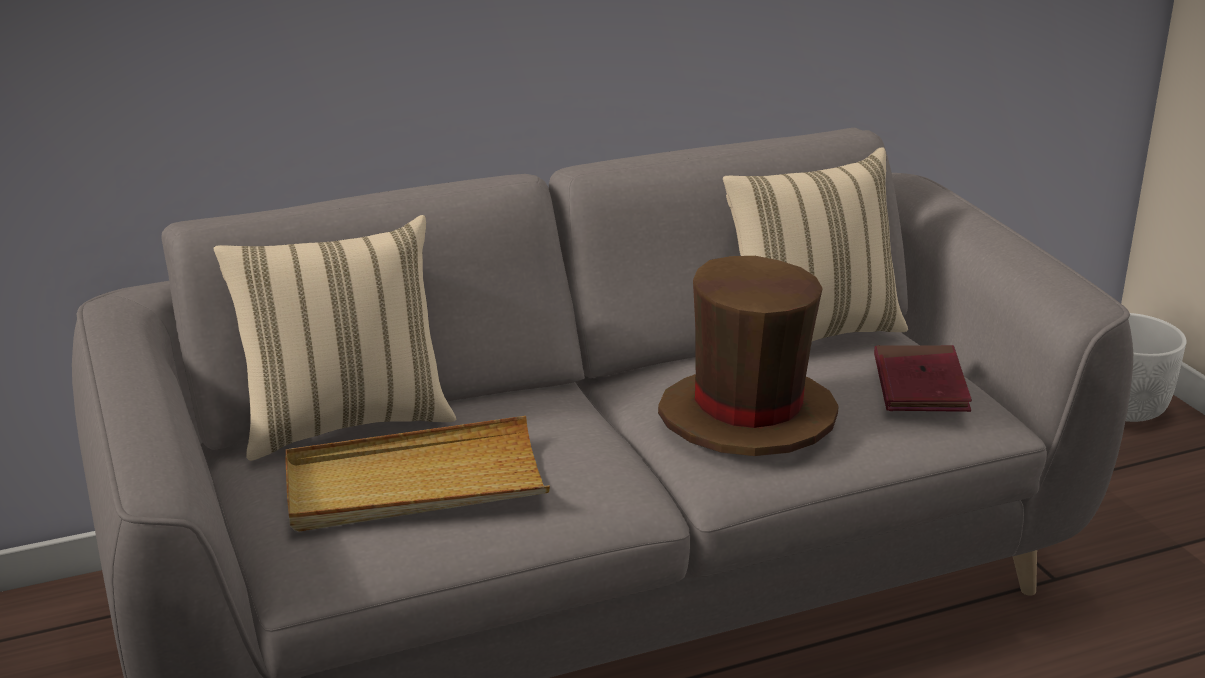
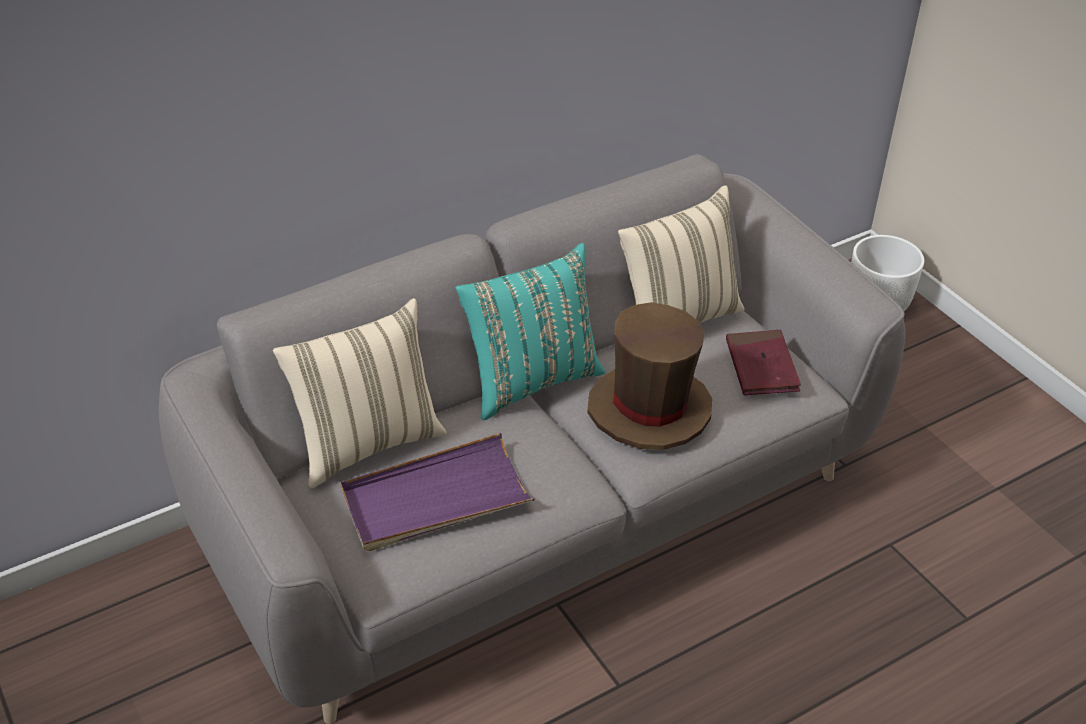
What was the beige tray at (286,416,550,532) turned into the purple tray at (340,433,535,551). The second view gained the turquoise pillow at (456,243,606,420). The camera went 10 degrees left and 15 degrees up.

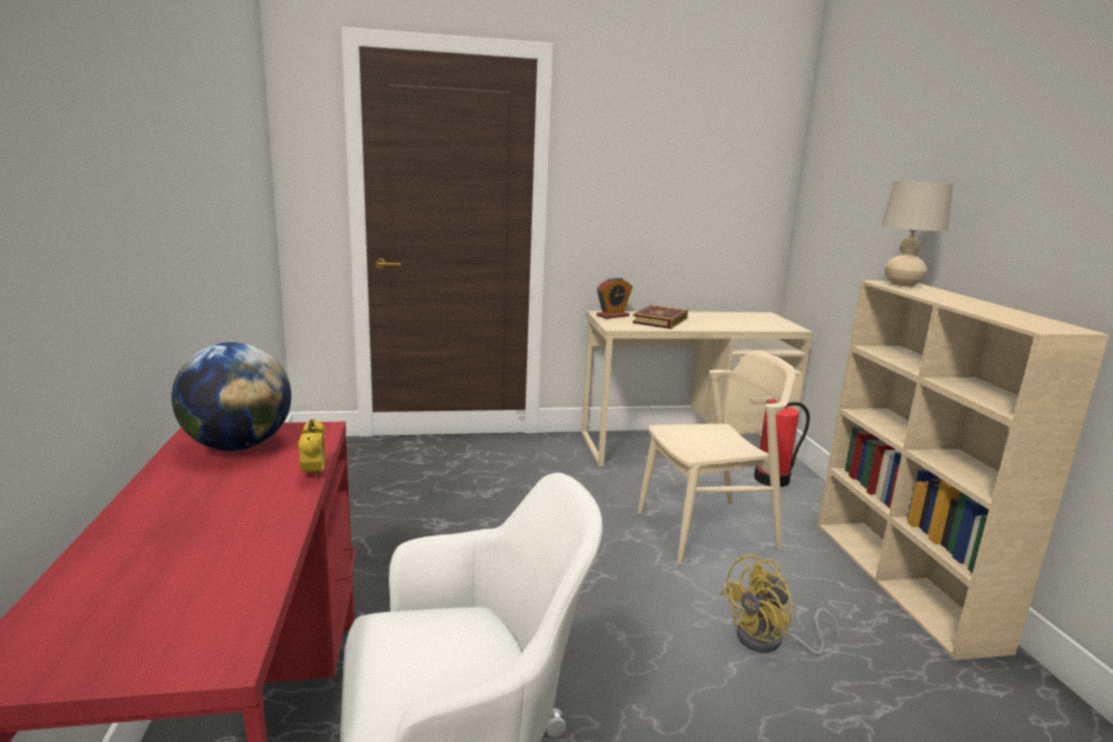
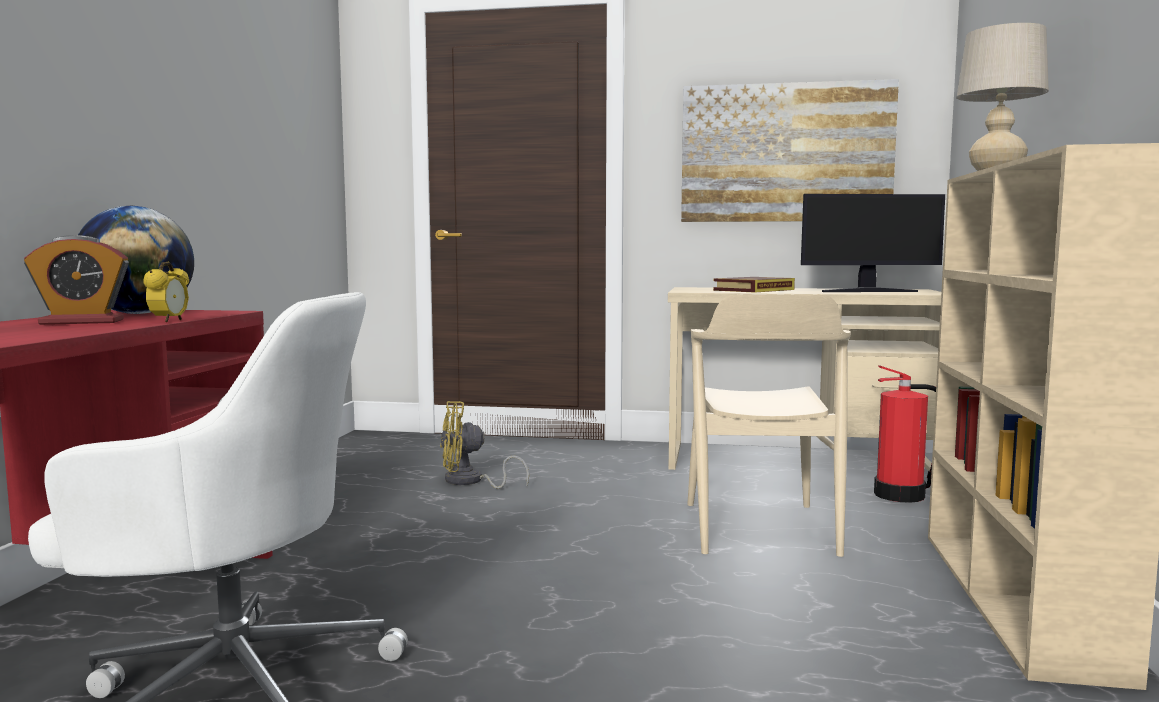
The alarm clock ended up elsewhere, having gone from (596,277,633,319) to (24,235,129,325). The yellow fan ended up elsewhere, having gone from (720,554,839,655) to (440,401,529,489). The second view gained the picture at (681,79,899,222). The beige chair at (638,350,795,564) ended up facing another way, 90 degrees clockwise from before. The second view gained the monitor at (801,194,945,292). The camera went 20 degrees right and 10 degrees down.

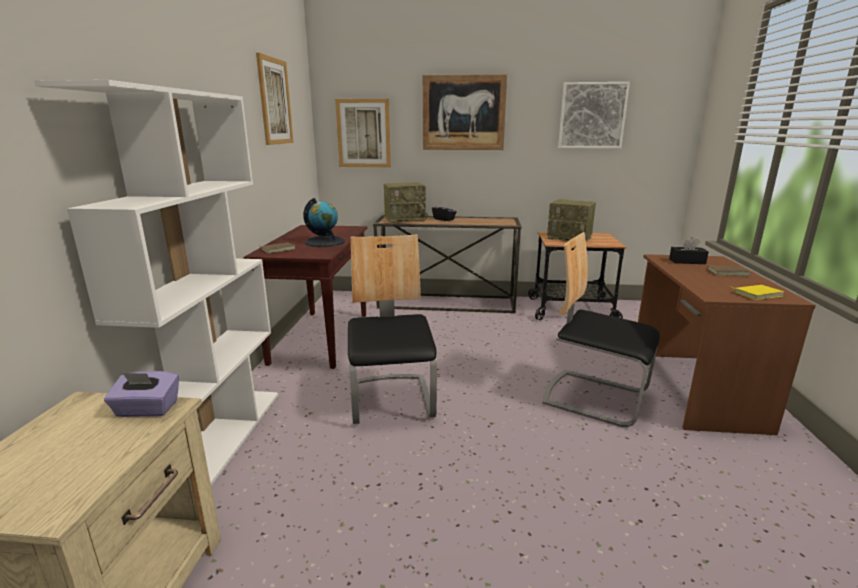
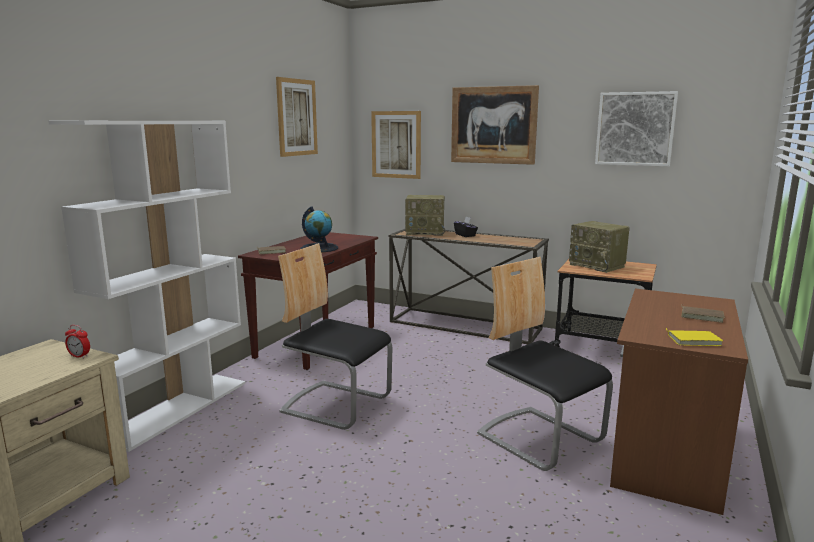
Where the purple tissue box stood at (104,371,179,417), the alarm clock came to stand at (65,325,90,358). The chair at (348,234,437,424) ended up facing another way, 75 degrees counterclockwise from before. The second view lost the black tissue box at (669,237,709,264). The camera went 20 degrees right and 5 degrees down.

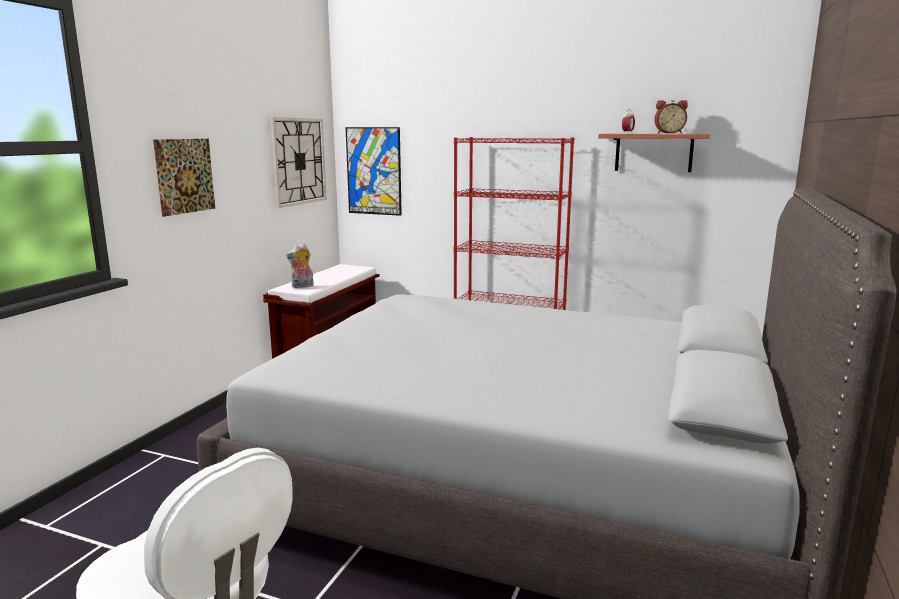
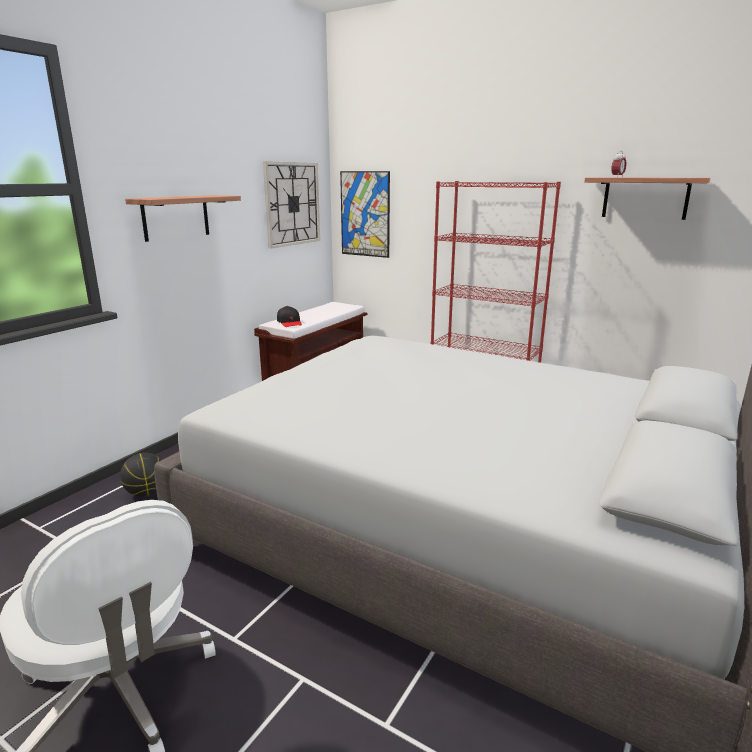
The second view gained the basketball at (120,453,162,497). Where the picture hung at (153,139,215,217), the shelf came to hang at (125,195,241,242). Where the plush toy stood at (286,244,314,288), the black cap came to stand at (277,306,302,327). The second view lost the alarm clock at (654,100,688,134). The camera went 10 degrees right and 5 degrees up.

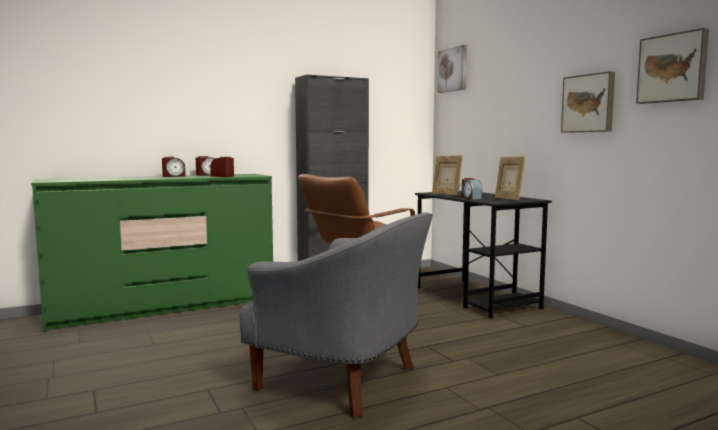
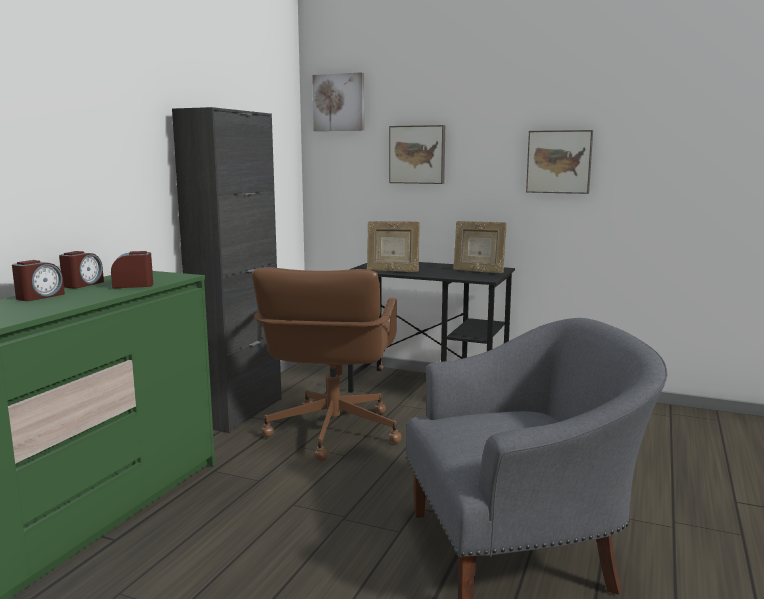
The picture ended up elsewhere, having gone from (636,28,709,104) to (389,125,445,184). The second view lost the alarm clock at (462,178,482,199). The camera went 40 degrees left and 5 degrees up.

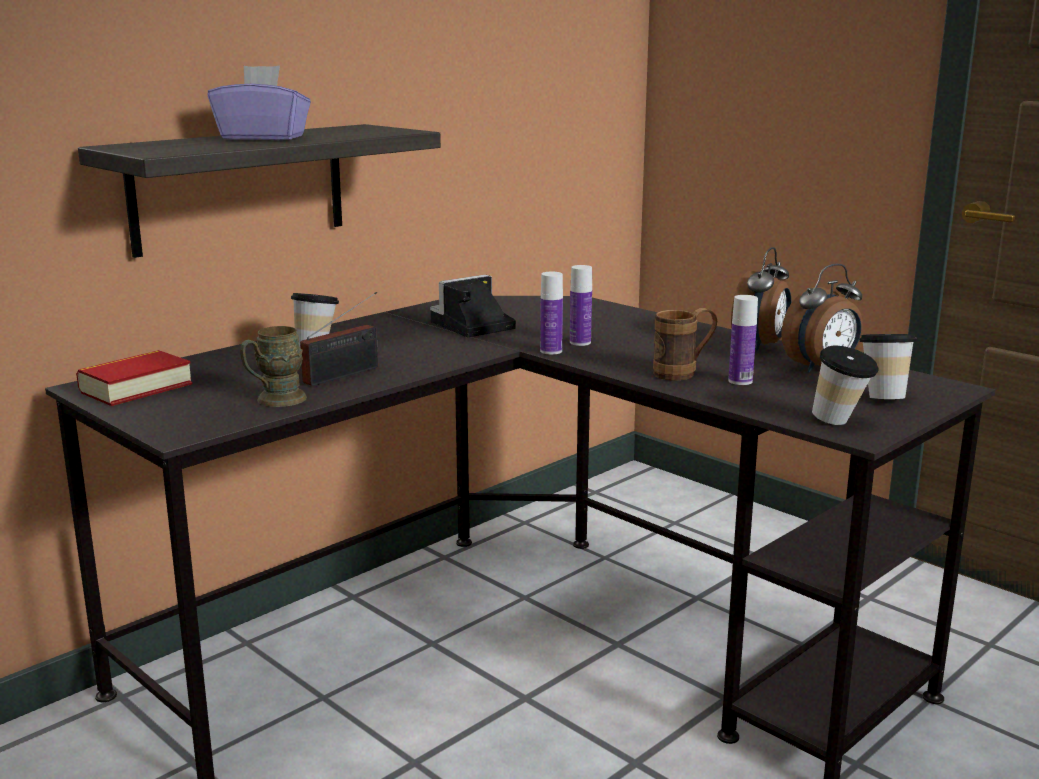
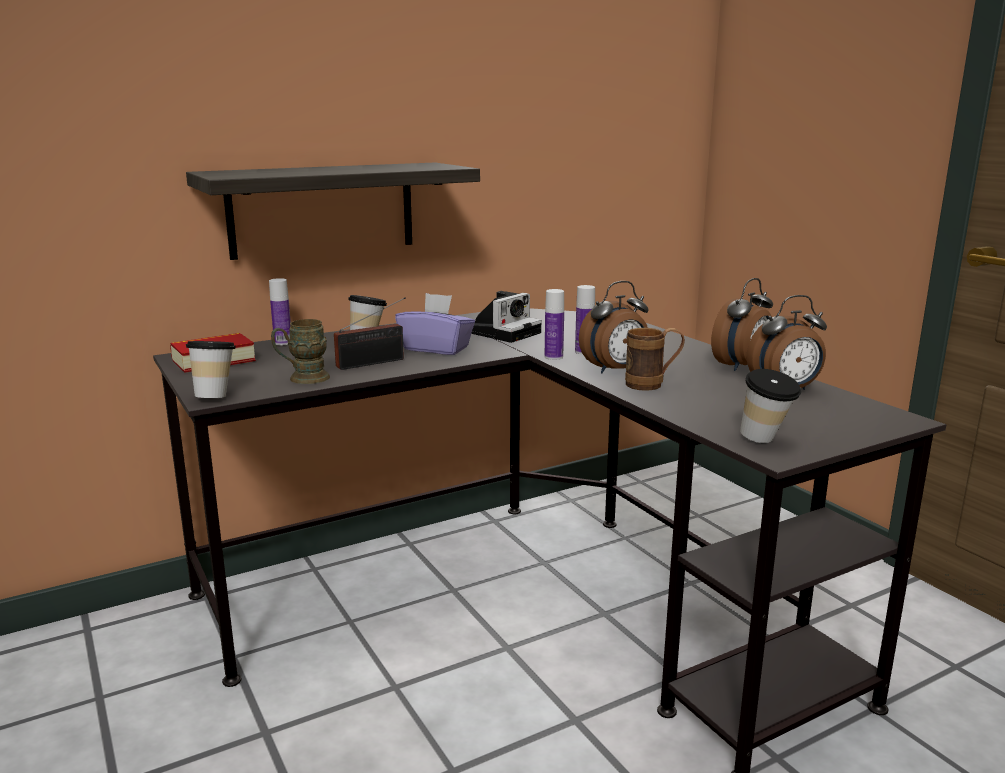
The cup ended up elsewhere, having gone from (859,334,917,399) to (186,341,236,398). The bottle ended up elsewhere, having gone from (728,295,758,385) to (269,278,291,345). The purple tissue box ended up elsewhere, having gone from (208,65,311,140) to (395,293,475,355). The photo camera at (430,275,516,338) ended up facing another way, 150 degrees clockwise from before. The second view gained the alarm clock at (579,281,648,373). The camera went 15 degrees right and 0 degrees up.

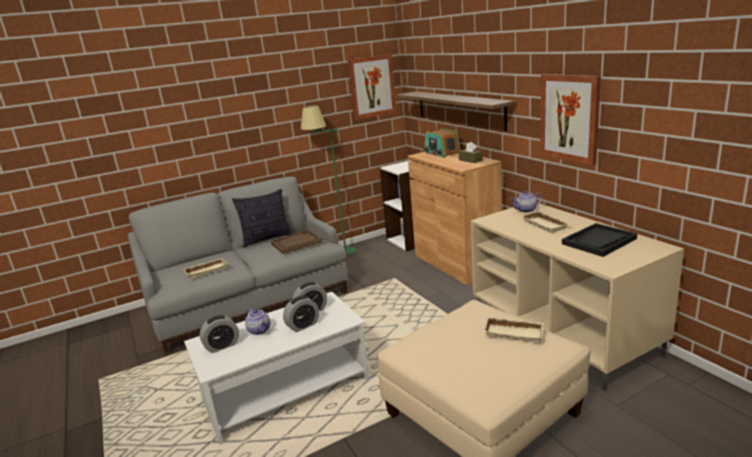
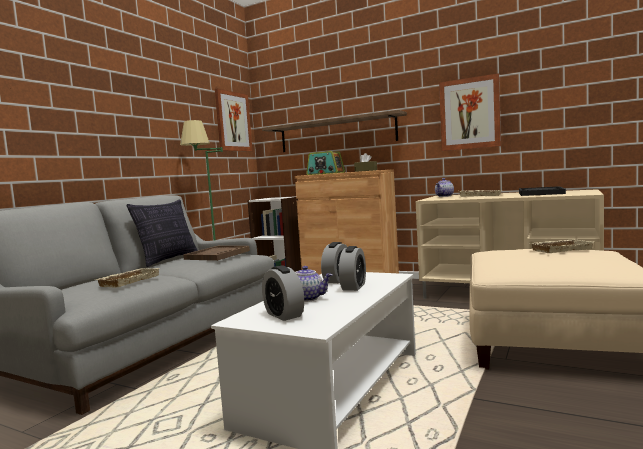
The alarm clock at (200,315,239,353) ended up facing another way, 120 degrees clockwise from before. The camera went 35 degrees left and 15 degrees down.

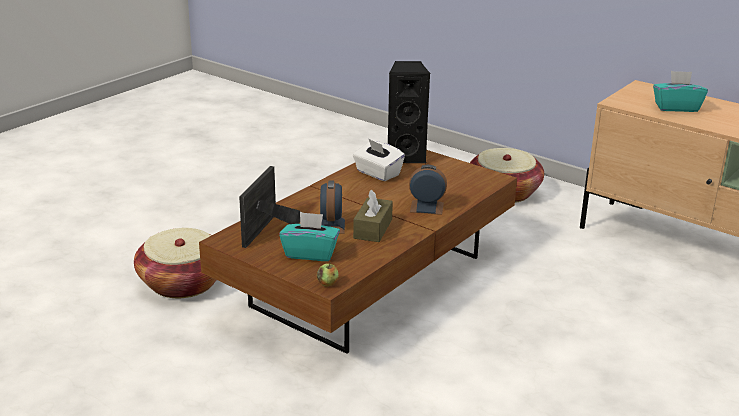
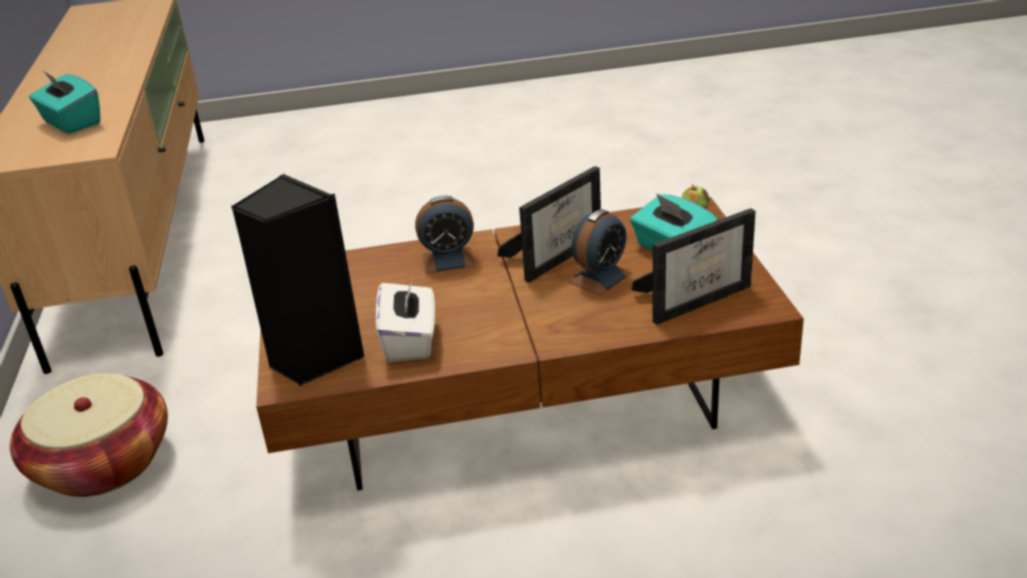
The alarm clock at (409,165,447,215) ended up facing another way, 60 degrees counterclockwise from before. Where the brown tissue box stood at (353,190,393,242), the picture frame came to stand at (497,166,601,283). The second view lost the basket at (134,228,216,298). The camera went 135 degrees left and 5 degrees up.

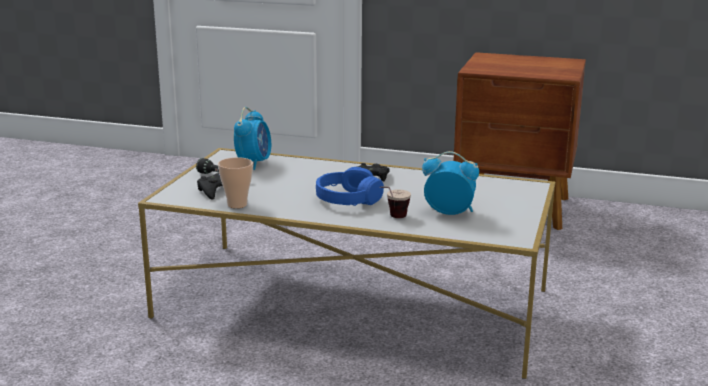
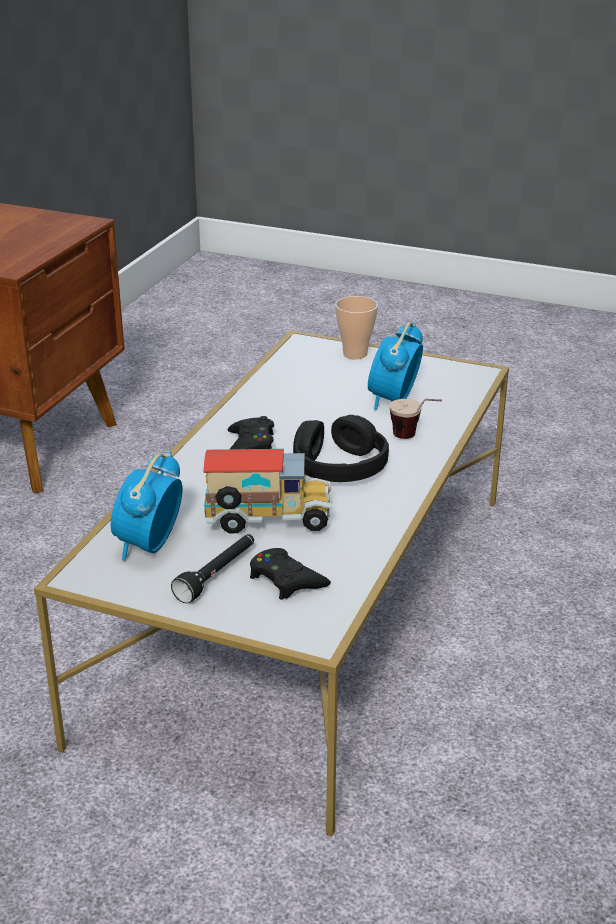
The alarm clock at (234,107,271,170) ended up facing another way, 90 degrees counterclockwise from before. The second view gained the toy truck at (203,449,333,533). What was the blue headphones at (316,167,384,206) turned into the black headphones at (293,415,389,482). The cup ended up elsewhere, having gone from (218,157,253,208) to (335,296,378,359). The camera went 85 degrees left and 10 degrees up.

